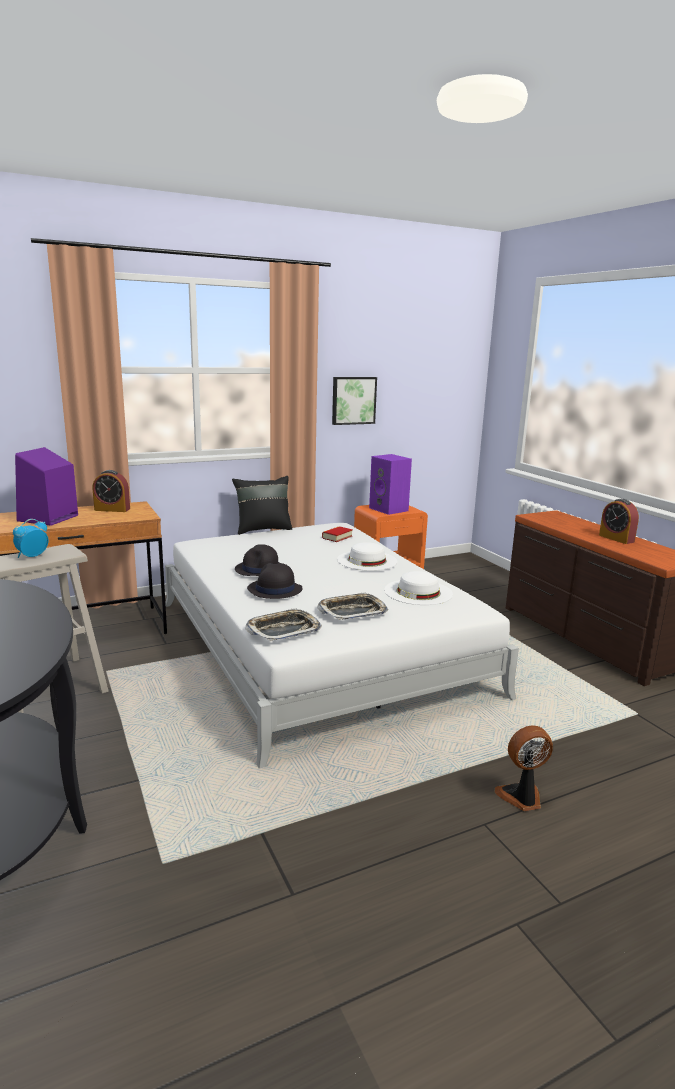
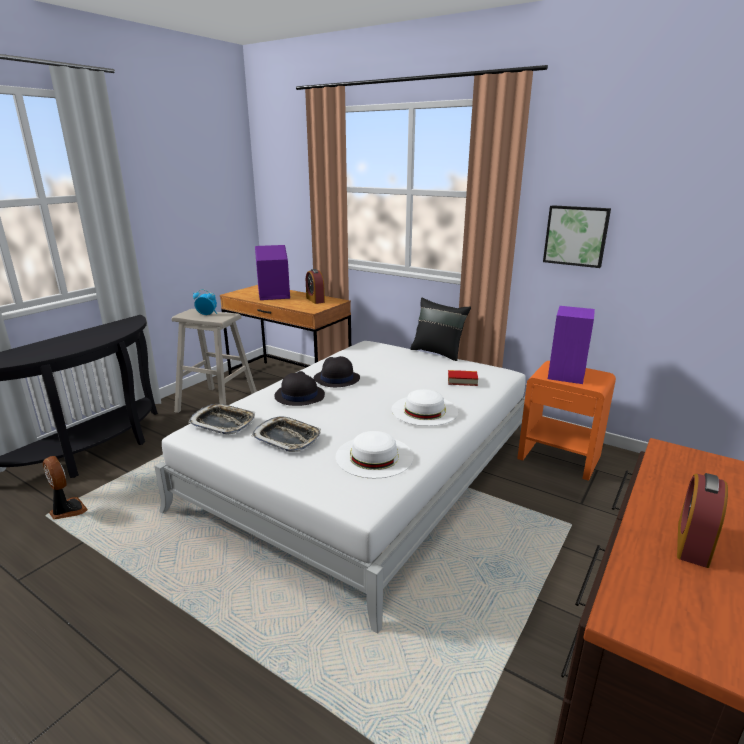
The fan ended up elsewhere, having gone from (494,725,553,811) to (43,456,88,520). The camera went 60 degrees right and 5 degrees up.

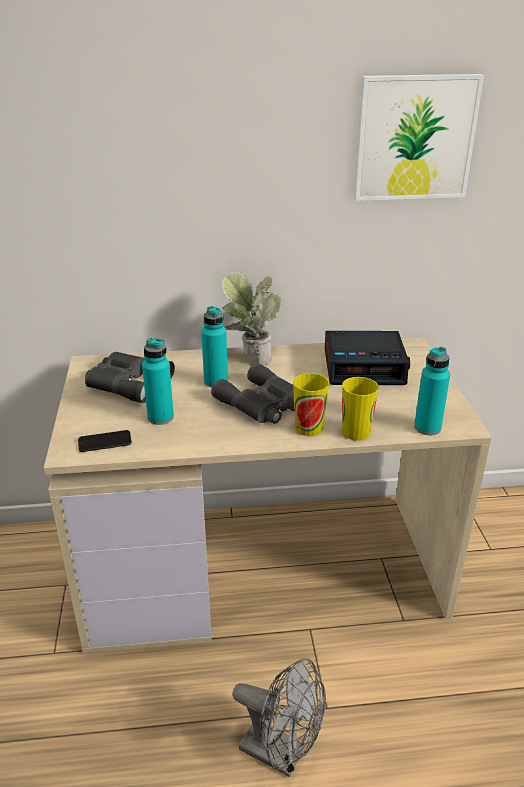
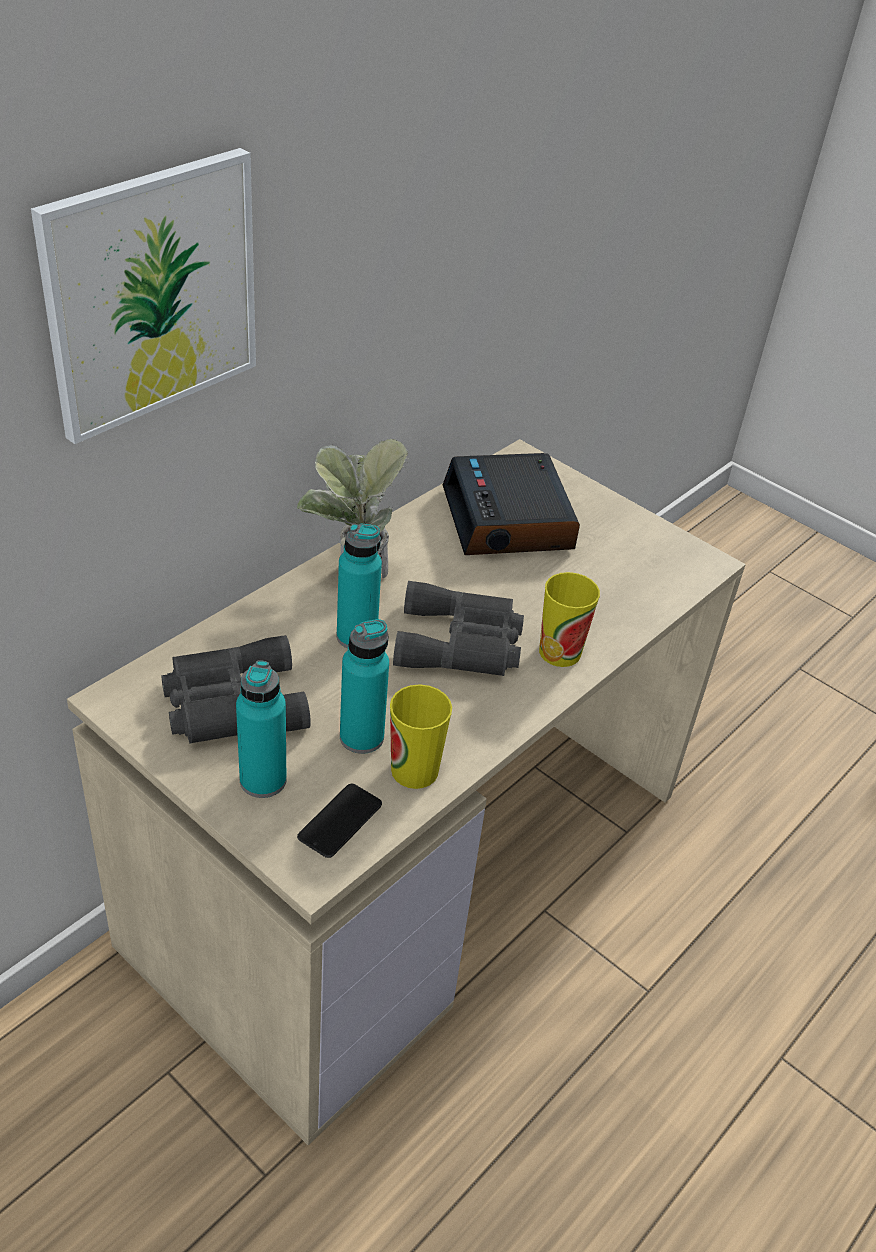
The picture ended up elsewhere, having gone from (354,74,484,201) to (31,148,256,444). The turquoise bottle ended up elsewhere, having gone from (414,346,450,435) to (236,660,287,798). The cup ended up elsewhere, having gone from (342,377,379,441) to (390,684,452,789). The alarm clock at (325,331,410,385) ended up facing another way, 120 degrees clockwise from before. The second view lost the grey fan at (232,658,326,777). The camera went 45 degrees left and 10 degrees up.

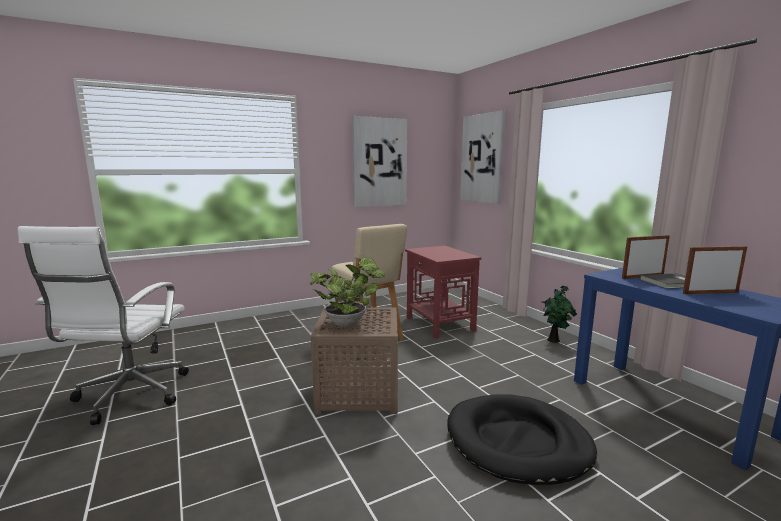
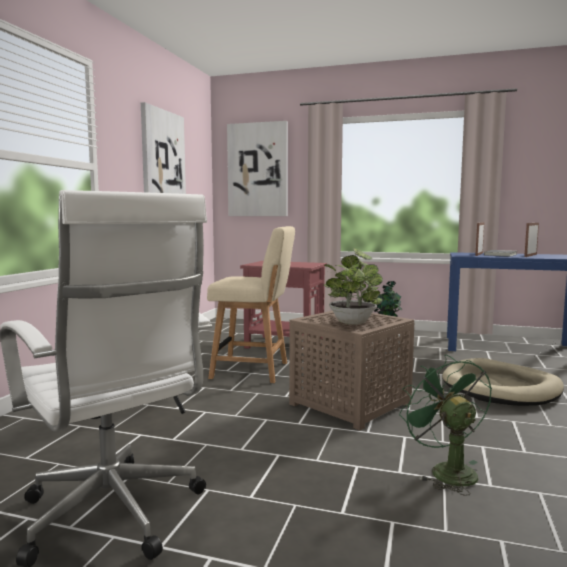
The second view gained the green fan at (399,355,492,496). What was the black dog bed at (447,394,597,485) turned into the beige dog bed at (442,358,564,406). The camera went 45 degrees left and 5 degrees down.

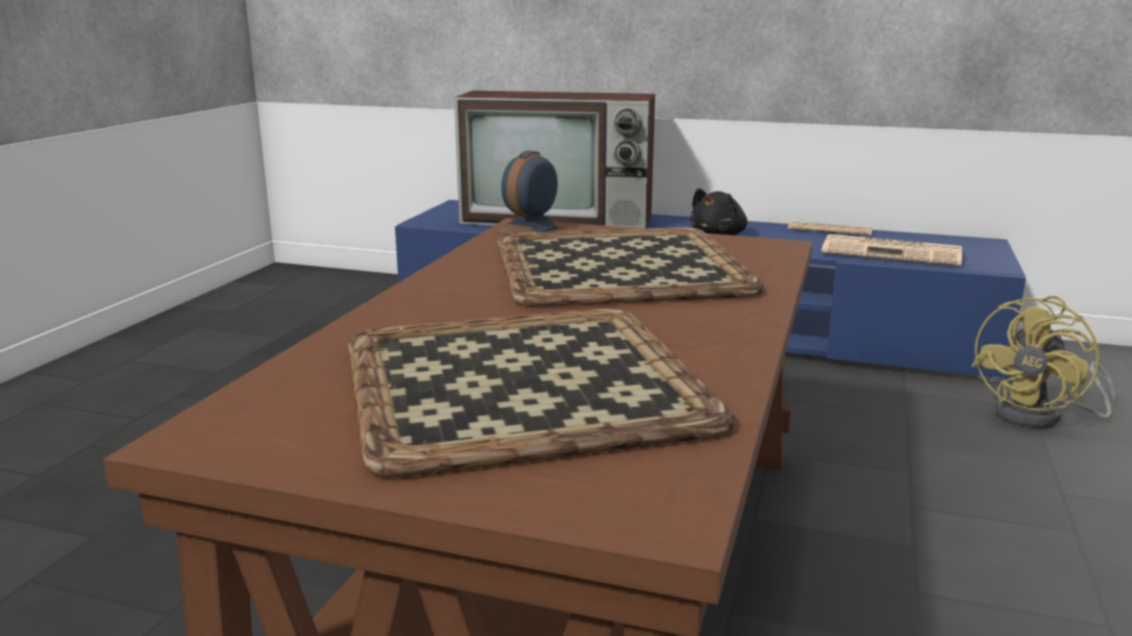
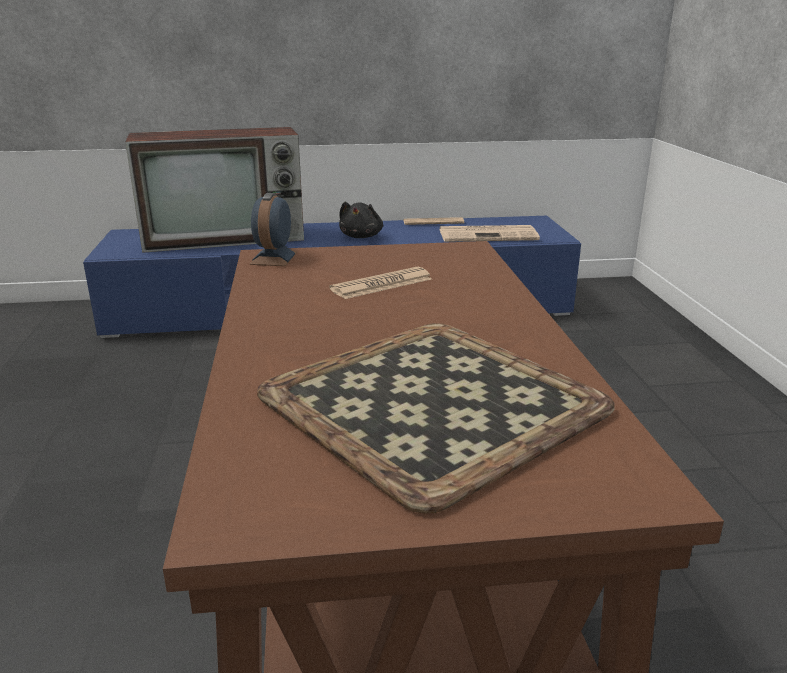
Where the tray stood at (497,227,764,307), the newspaper came to stand at (329,267,432,299). The second view lost the yellow fan at (971,296,1116,429). The camera went 25 degrees left and 5 degrees up.

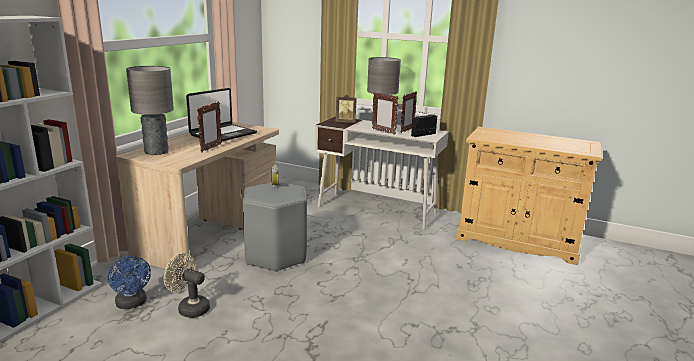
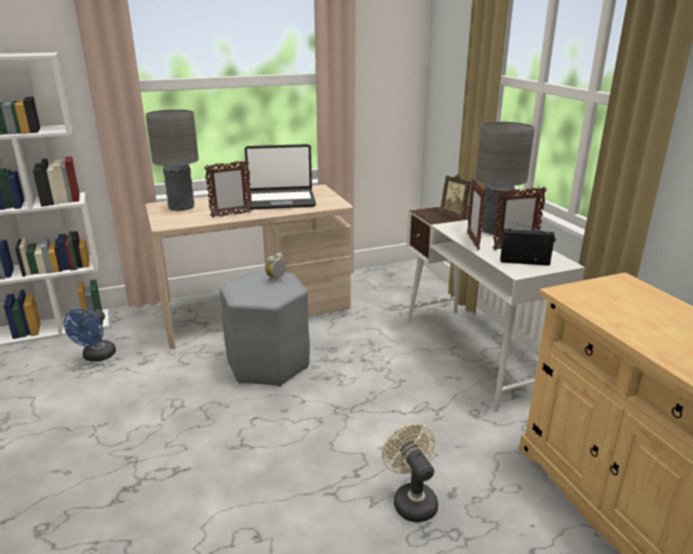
The beige fan ended up elsewhere, having gone from (164,253,210,318) to (382,423,438,522). The camera went 45 degrees right and 5 degrees up.

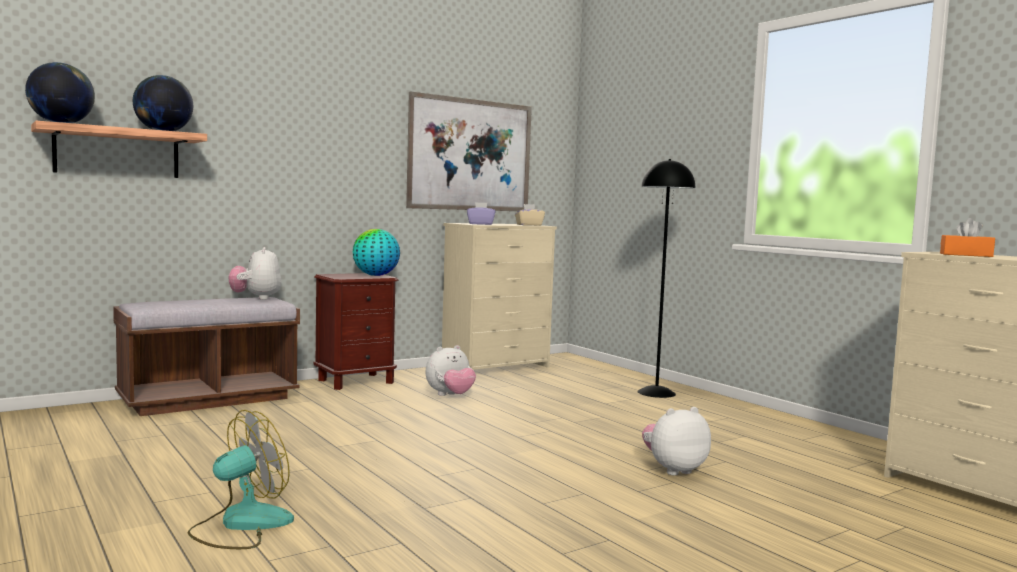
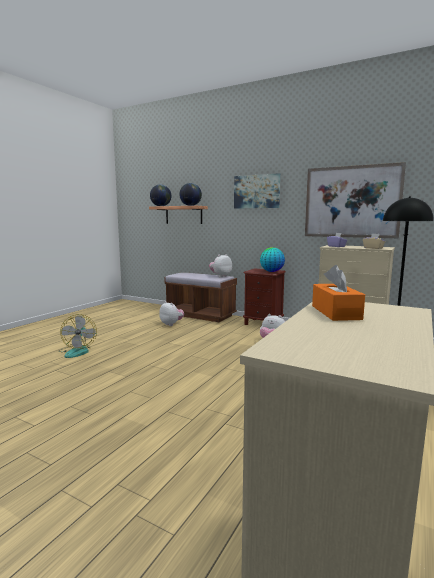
The fan at (188,410,294,549) ended up facing another way, 60 degrees clockwise from before. The plush toy ended up elsewhere, having gone from (642,407,711,475) to (159,301,184,326). The second view gained the picture at (234,173,280,209). The camera went 65 degrees right and 5 degrees up.

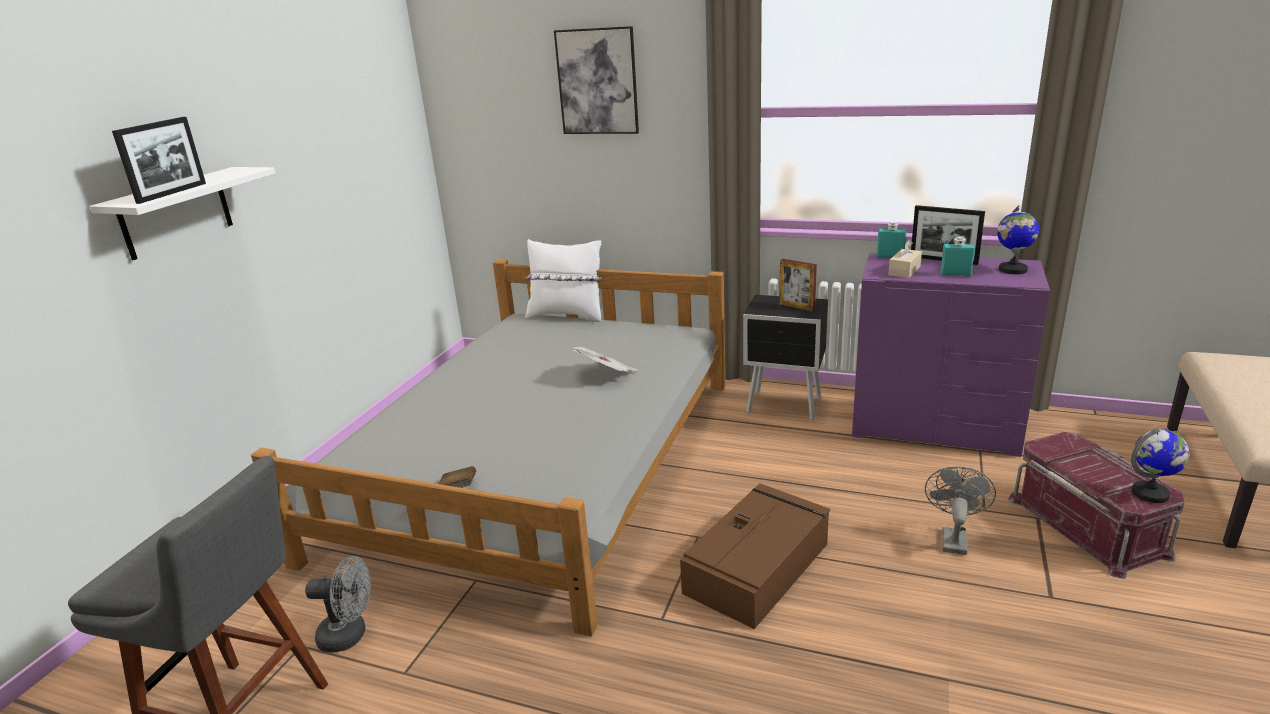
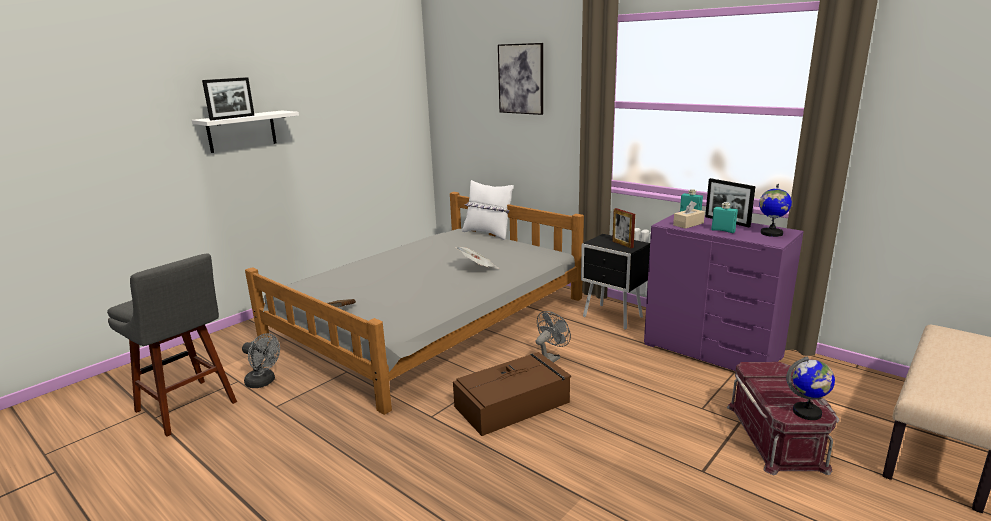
The grey fan ended up elsewhere, having gone from (925,466,996,555) to (536,311,571,363). The camera went 20 degrees right and 5 degrees down.

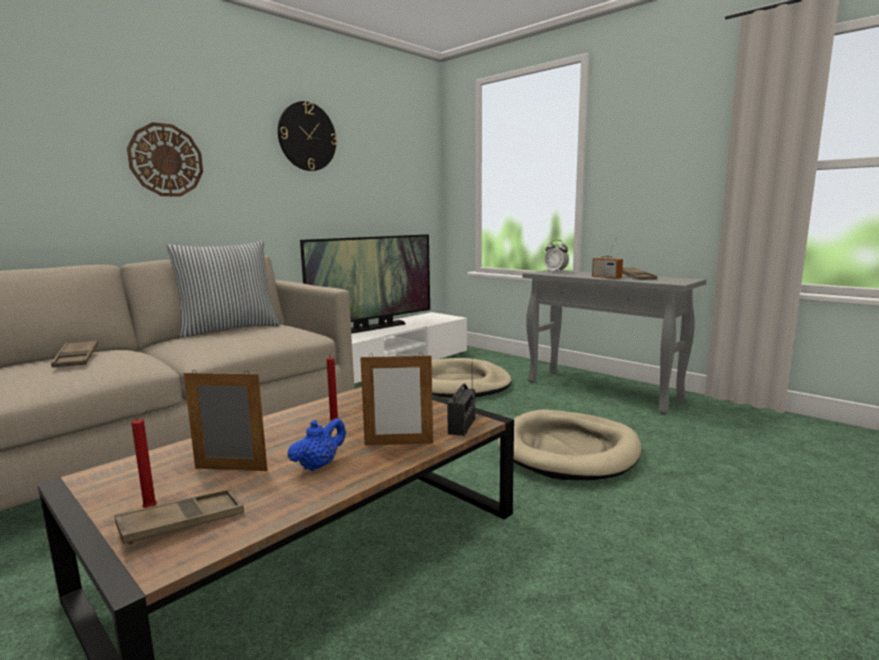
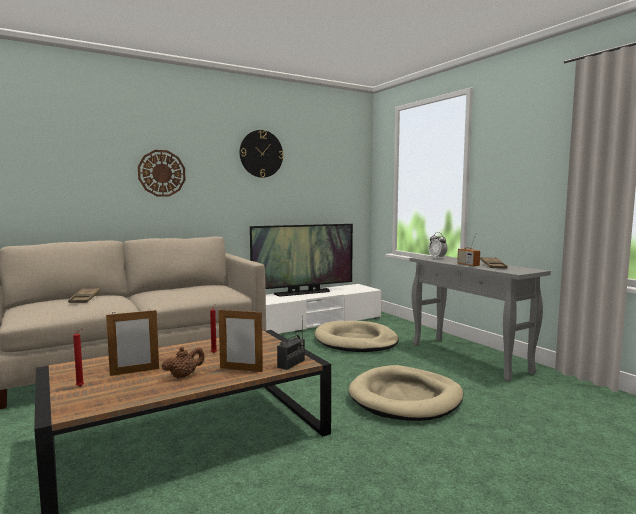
The picture frame at (184,370,267,471) ended up facing another way, 135 degrees clockwise from before. What was the blue teapot at (287,418,346,471) turned into the brown teapot at (162,347,205,378). The second view lost the brown tray at (115,489,244,545). The second view lost the pillow at (166,241,280,338). The camera went 15 degrees right and 5 degrees down.

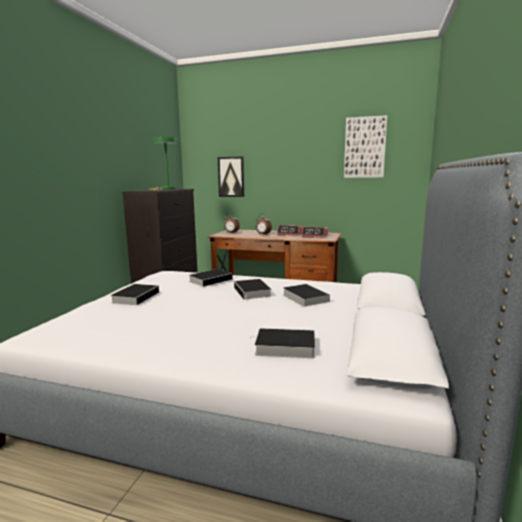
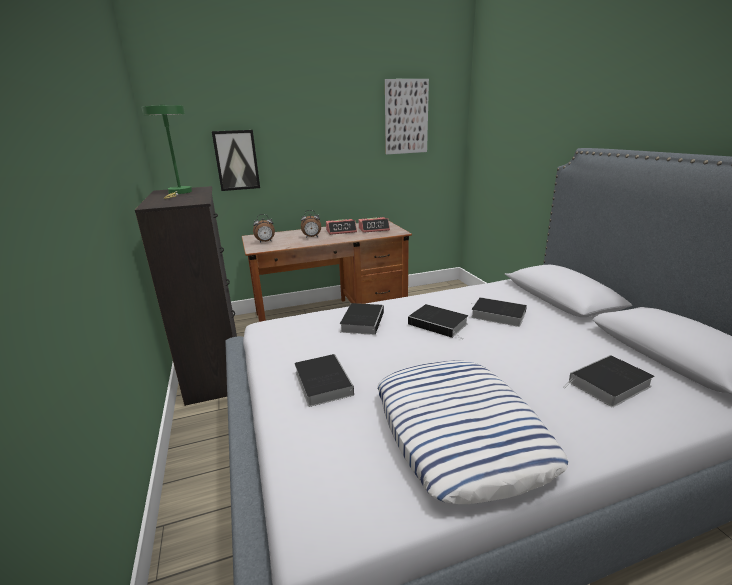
The second view gained the pillow at (377,360,568,504). The camera went 35 degrees left and 10 degrees up.

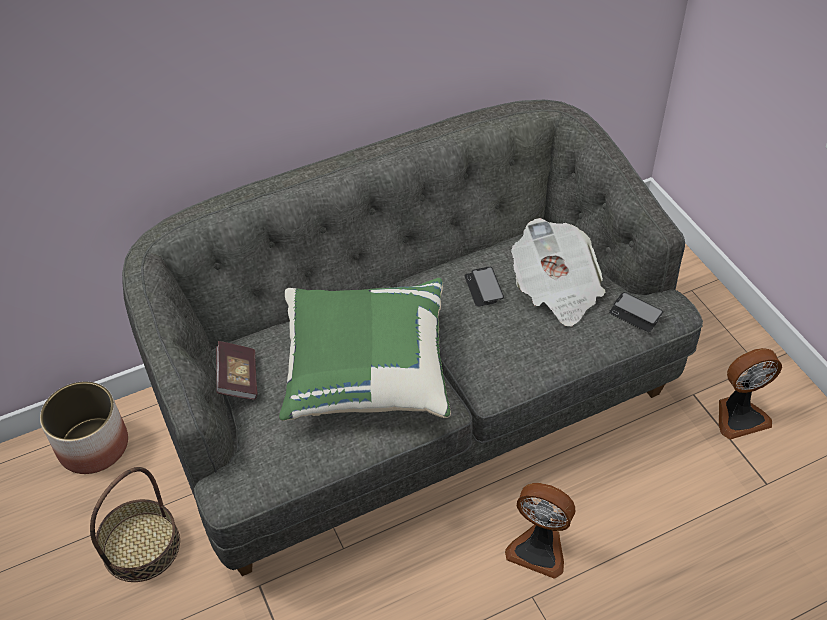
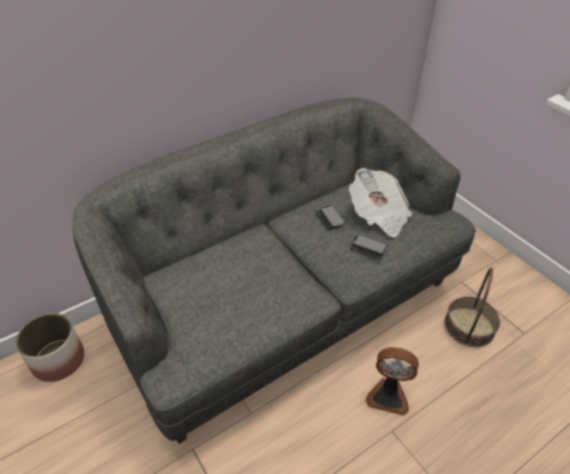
The phone ended up elsewhere, having gone from (609,292,663,332) to (350,234,387,260). The basket ended up elsewhere, having gone from (90,467,180,582) to (444,268,500,347). The second view lost the book at (216,341,257,400). The second view lost the green pillow at (279,278,451,421). The second view lost the fan at (719,348,782,440). The camera went 10 degrees left and 5 degrees down.

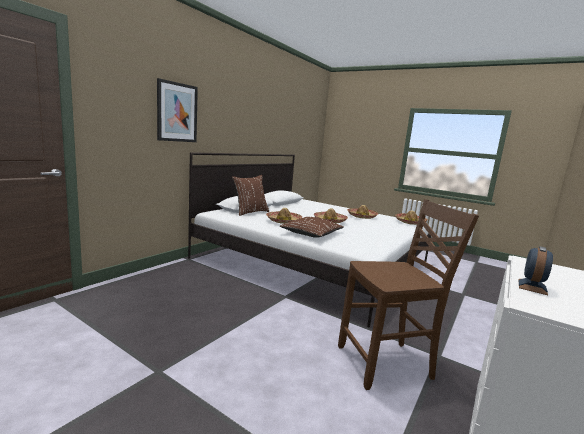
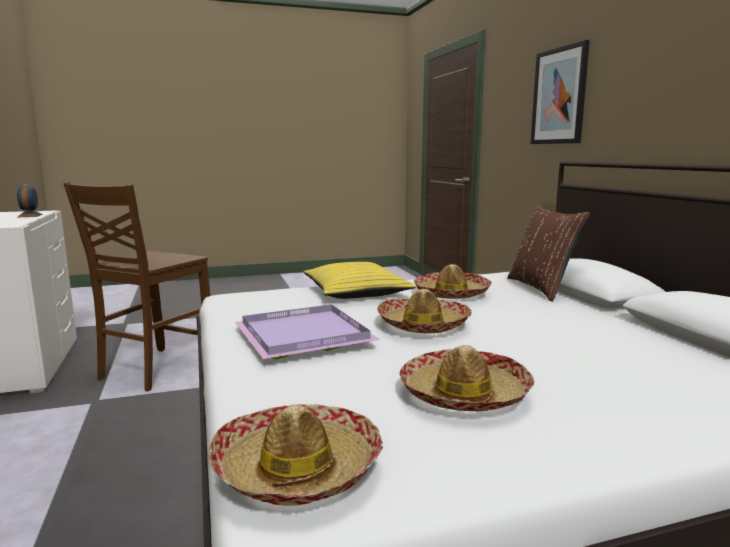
The second view gained the purple tray at (235,304,380,360). What was the brown pillow at (280,217,344,238) turned into the yellow pillow at (303,262,416,299). The camera went 130 degrees right and 0 degrees up.

